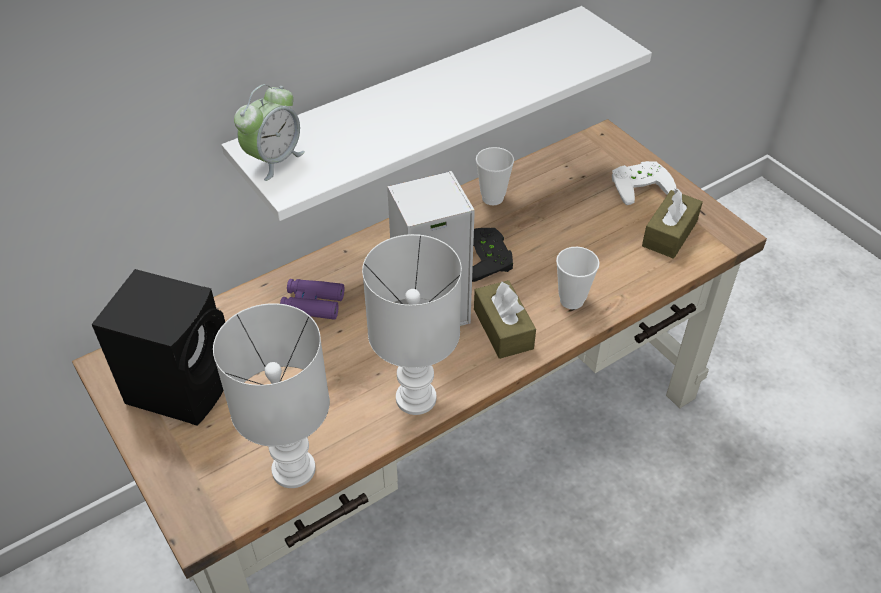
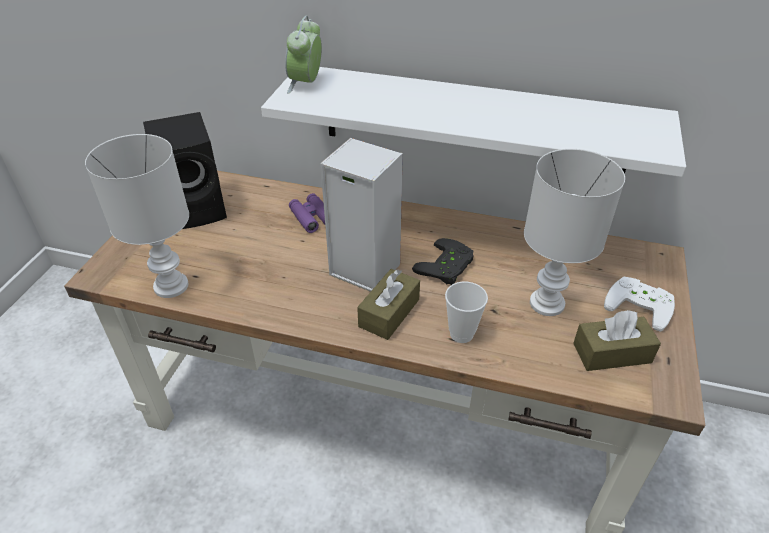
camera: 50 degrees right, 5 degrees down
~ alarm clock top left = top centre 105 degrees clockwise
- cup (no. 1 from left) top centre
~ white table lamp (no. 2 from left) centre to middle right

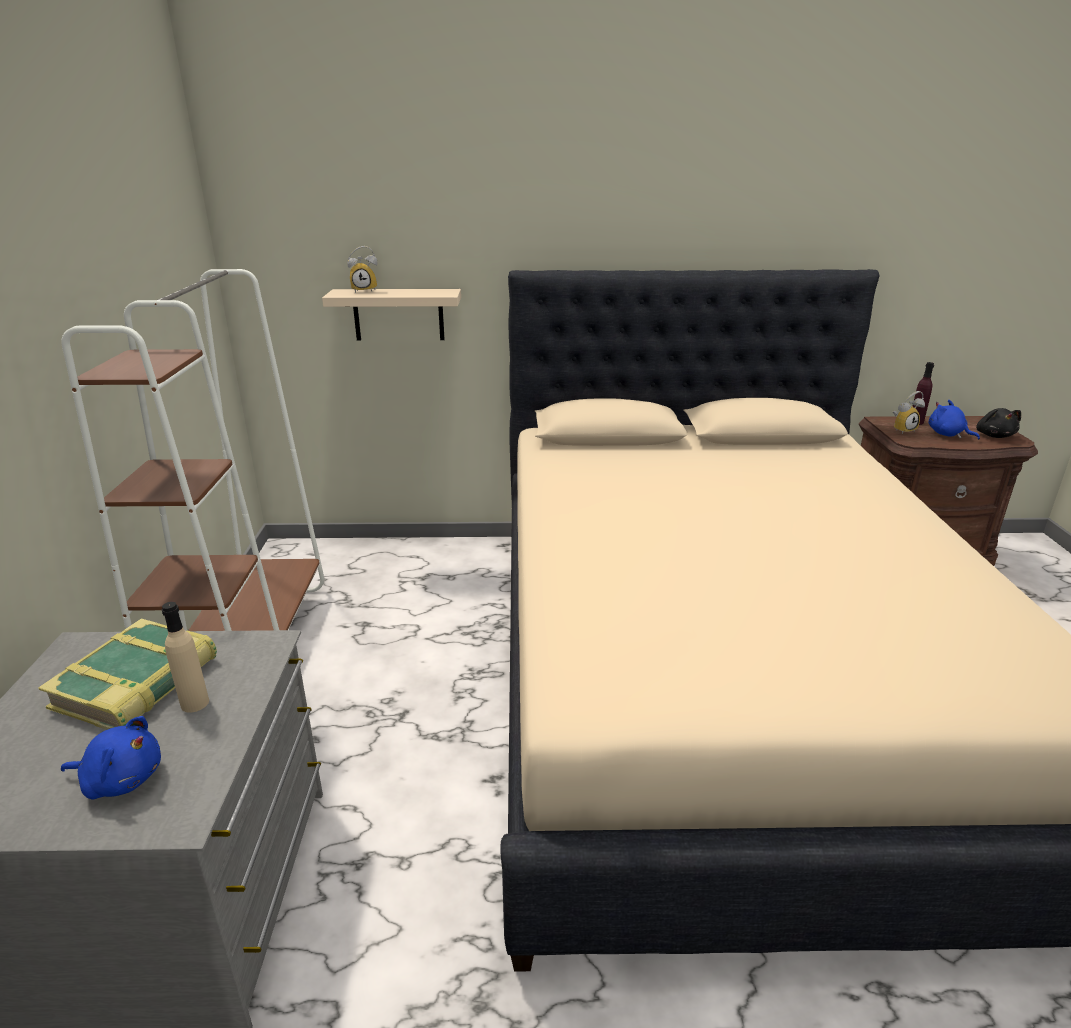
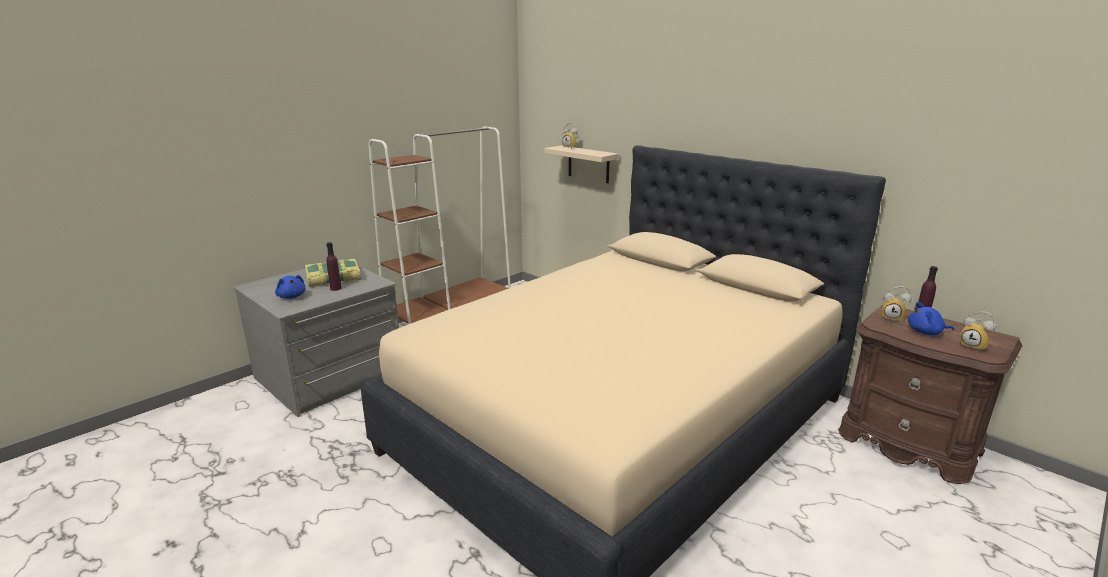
camera: 45 degrees right, 5 degrees down
~ blue plush toy (no. 2 from left) middle right = middle right 90 degrees counterclockwise
~ black plush toy middle right to alarm clock (no. 3 from left) middle right
~ beige bottle middle left to purple bottle (no. 1 from left) middle left

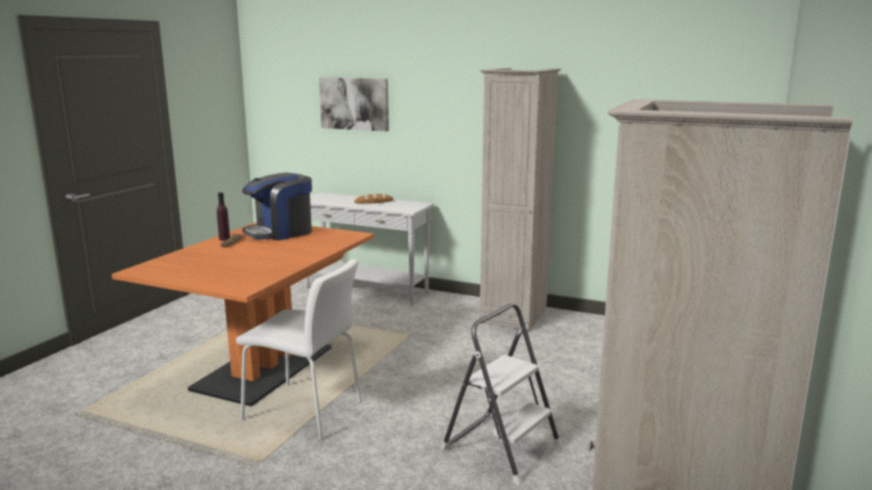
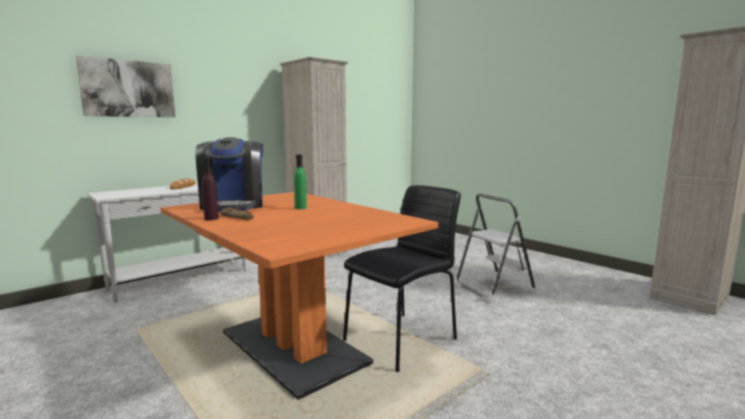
camera: 65 degrees left, 5 degrees down
~ white chair bottom centre to black chair centre
+ green bottle centre

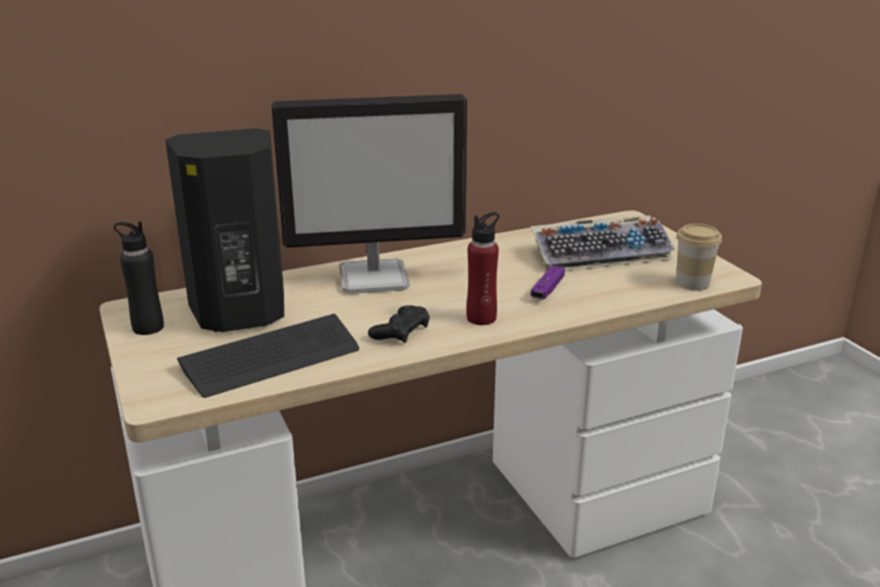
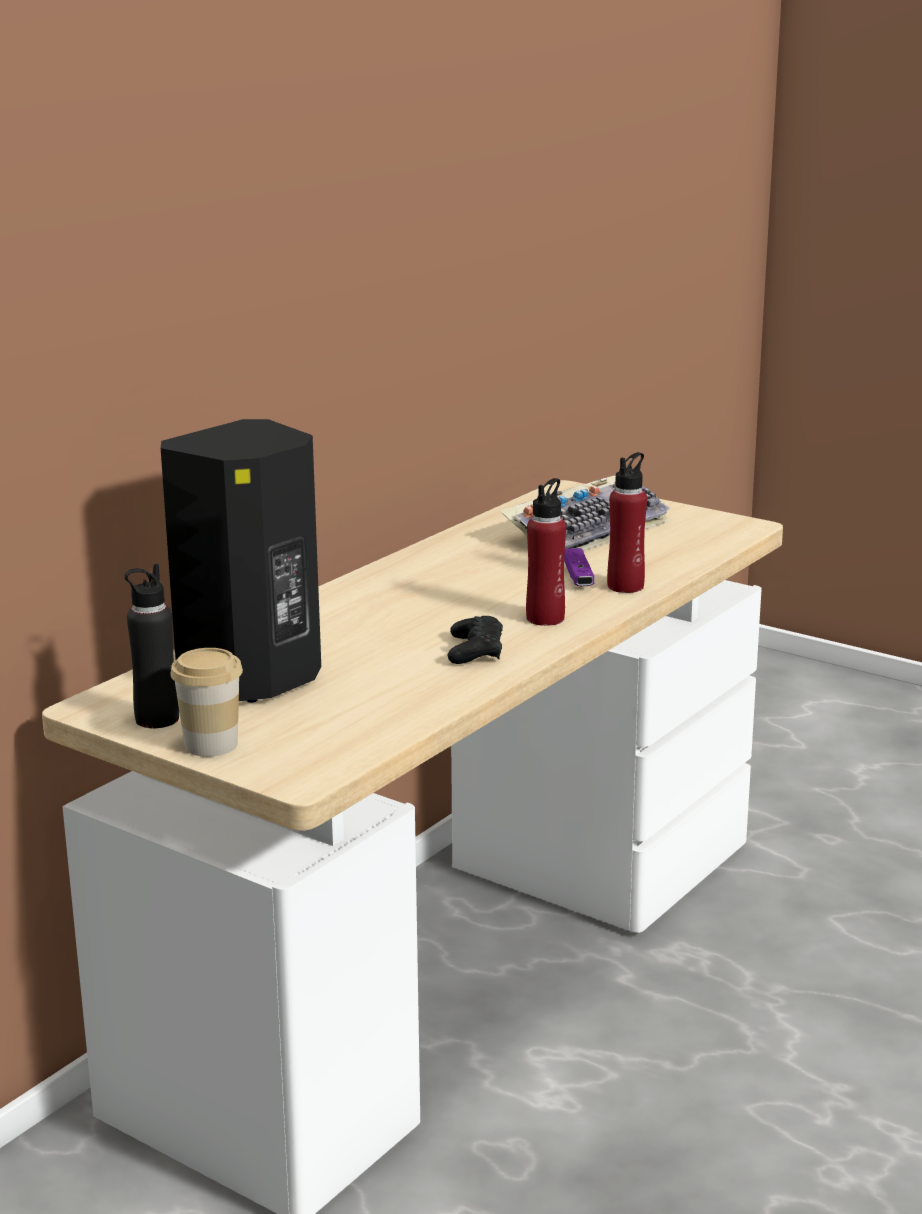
camera: 30 degrees left, 5 degrees down
- monitor top centre
~ cup middle right to middle left
- keyboard (no. 1 from left) middle left
+ red bottle (no. 2 from left) middle right

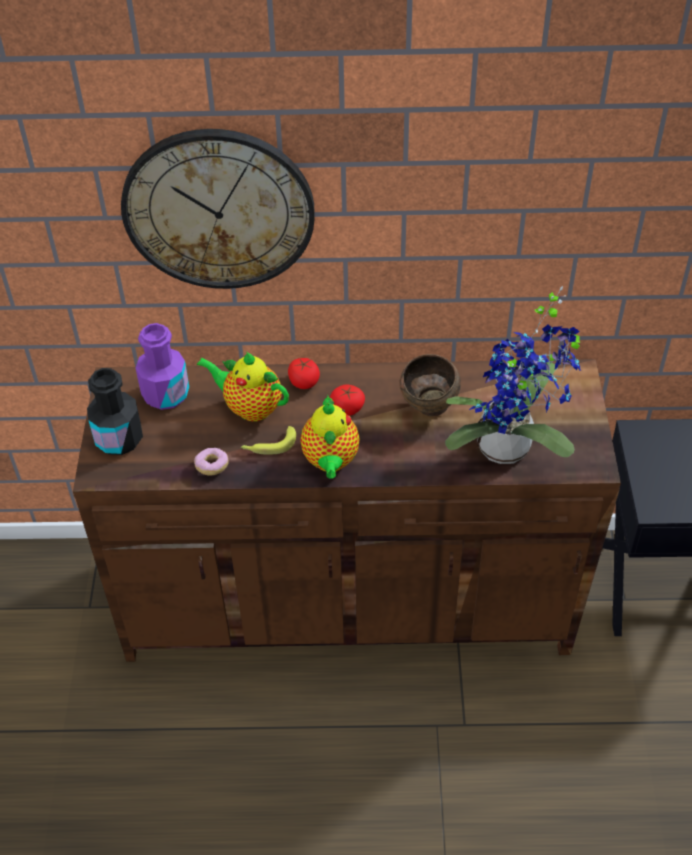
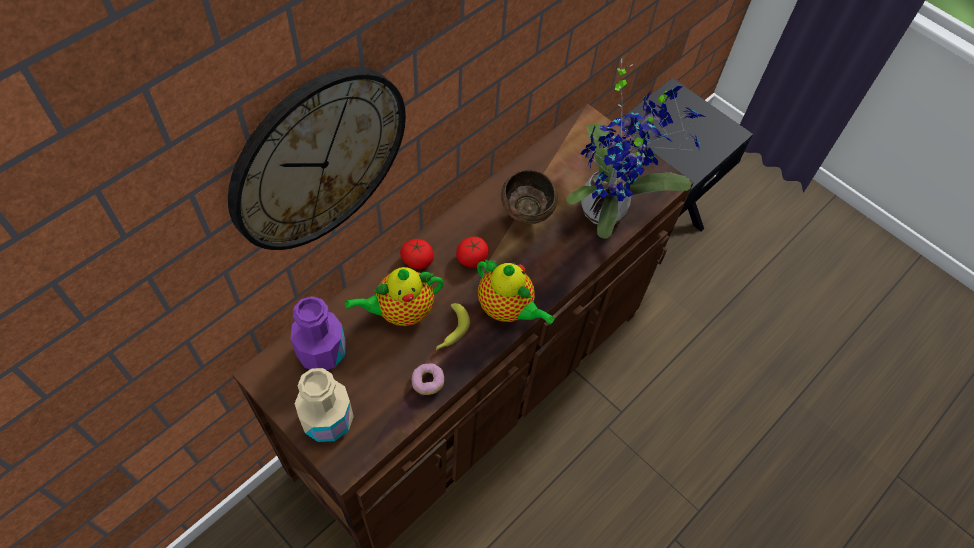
camera: 50 degrees left, 10 degrees up
~ black bottle middle left to beige bottle bottom left

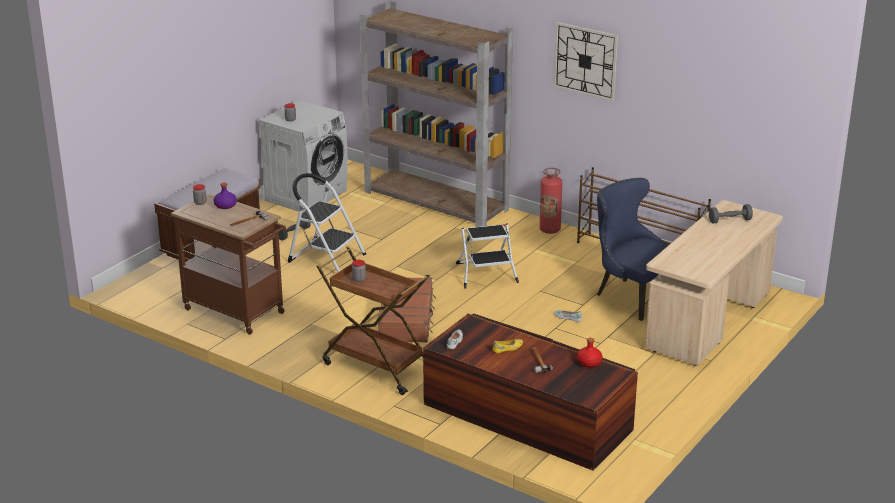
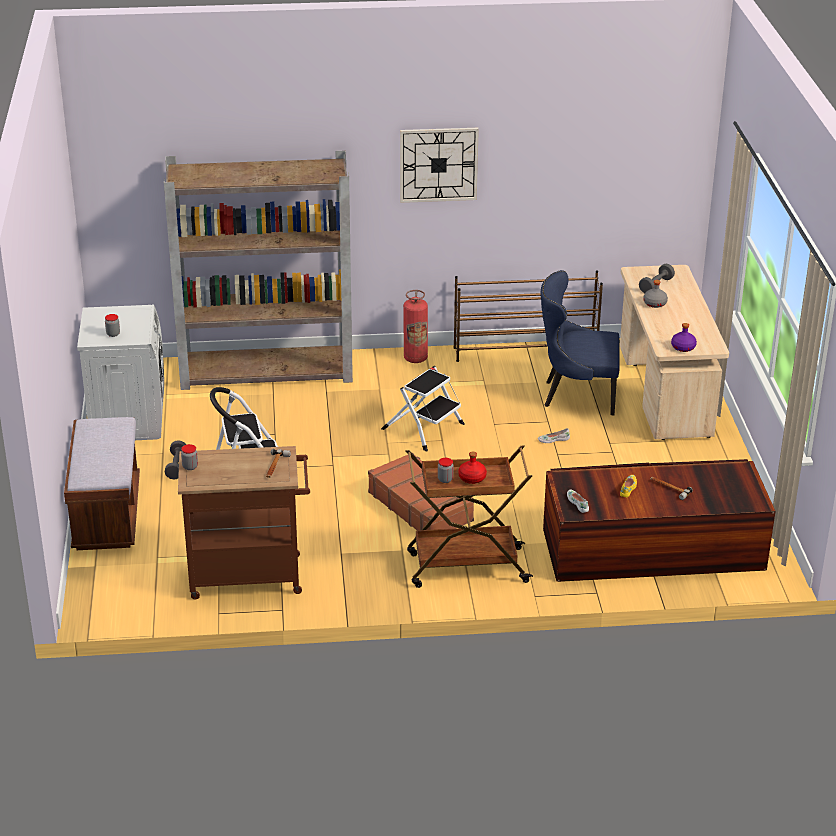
camera: 40 degrees left, 5 degrees up
~ purple bottle middle left to middle right
~ red bottle bottom centre to centre
+ grey bottle middle right

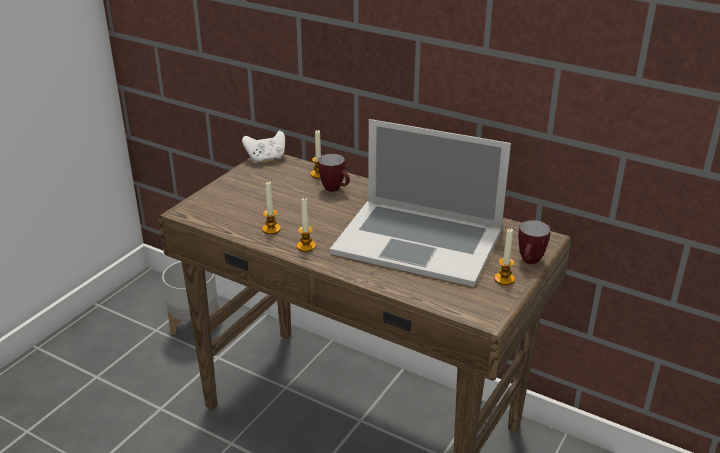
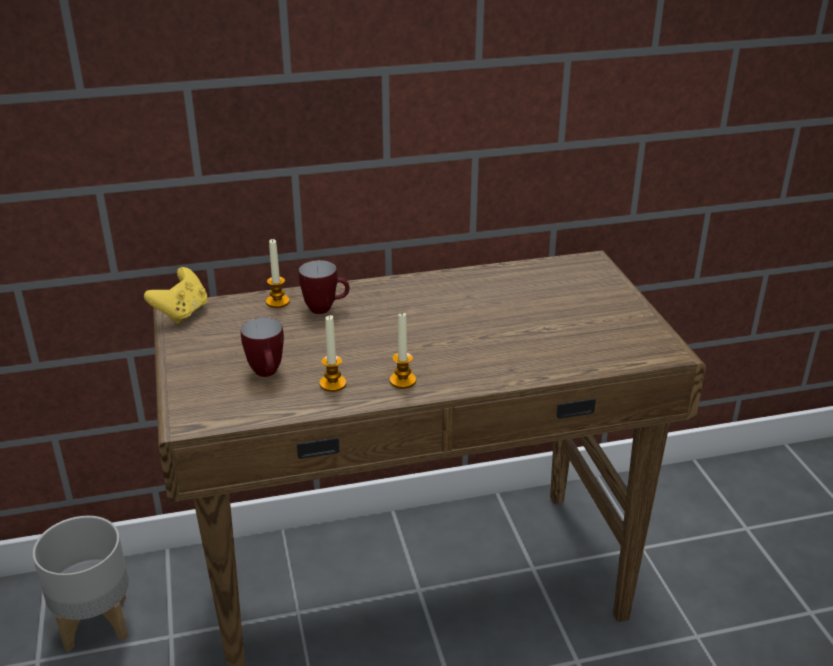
camera: 45 degrees left, 0 degrees up
- laptop centre
~ white game controller top centre to yellow game controller middle left
~ mug (no. 2 from left in the first image) middle right to mug (no. 1 from left) middle left
- candle (no. 4 from left) middle right

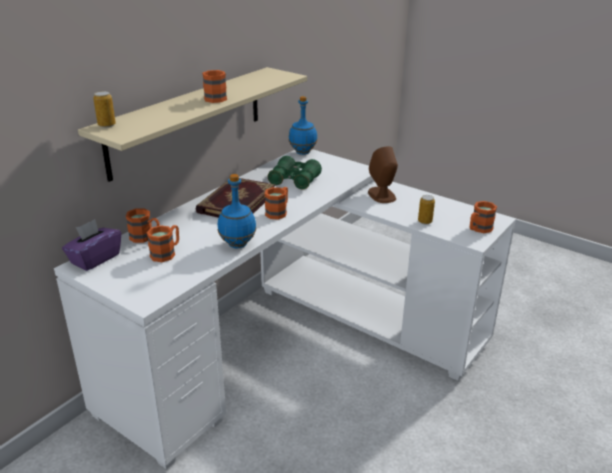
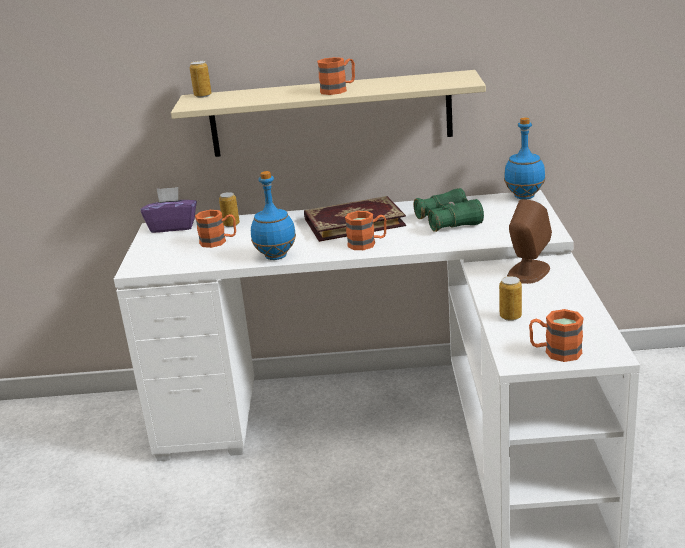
camera: 55 degrees right, 5 degrees down
~ orange mug (no. 1 from left) middle left to can (no. 2 from left) centre

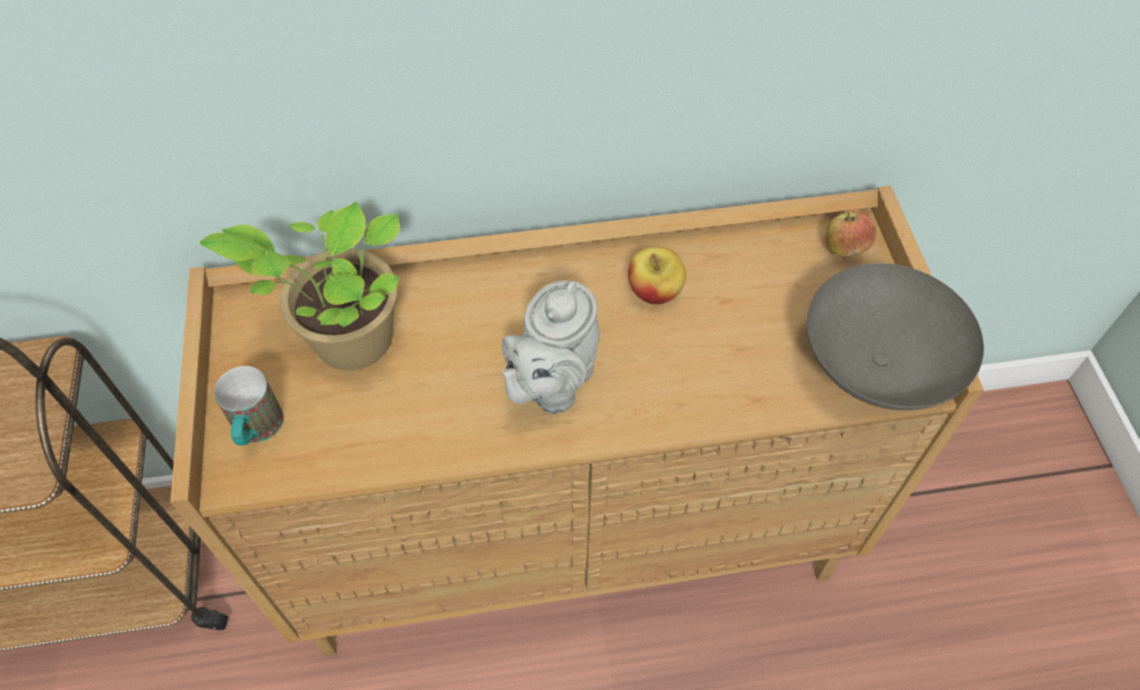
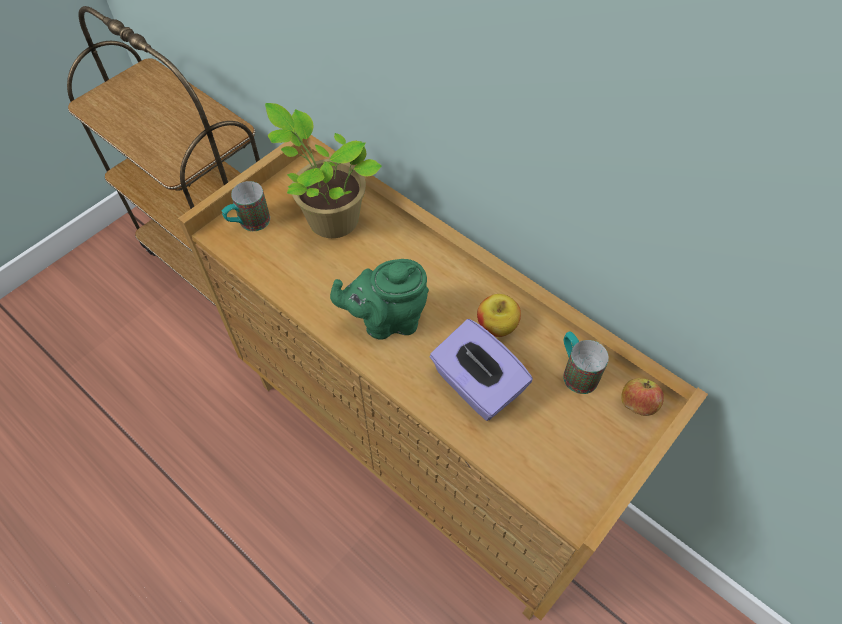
camera: 50 degrees right, 0 degrees up
- grey bowl middle right
~ grey teapot centre to green teapot centre
+ purple tissue box centre
+ mug (no. 2 from left) middle right

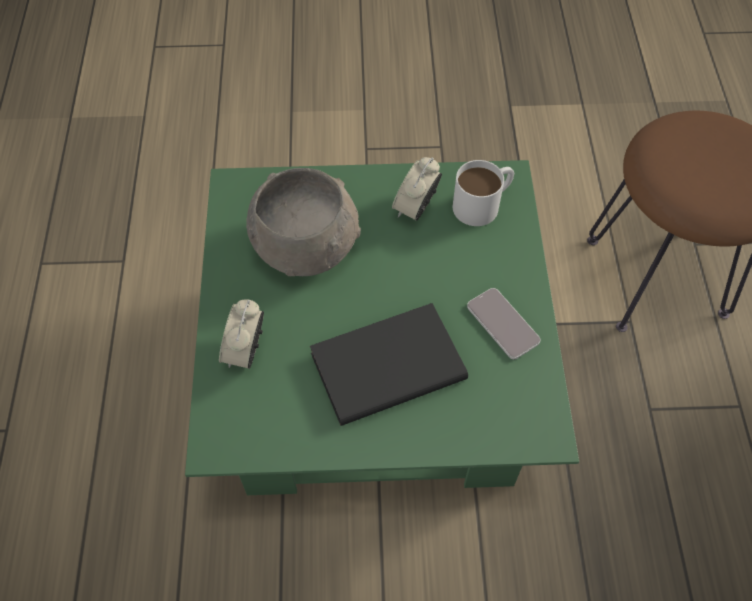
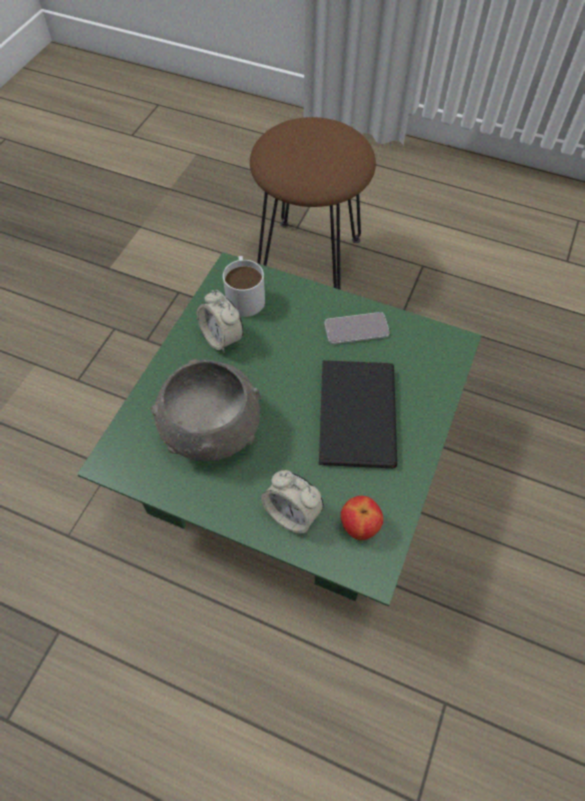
camera: 65 degrees left, 0 degrees up
+ apple centre

